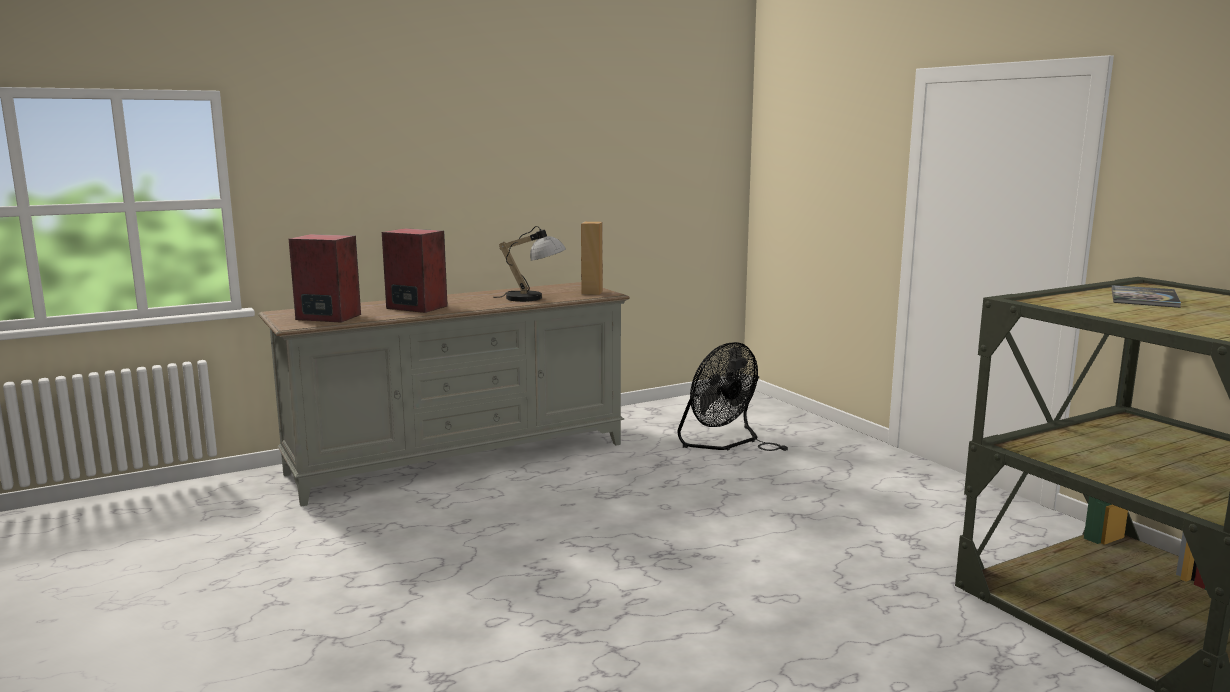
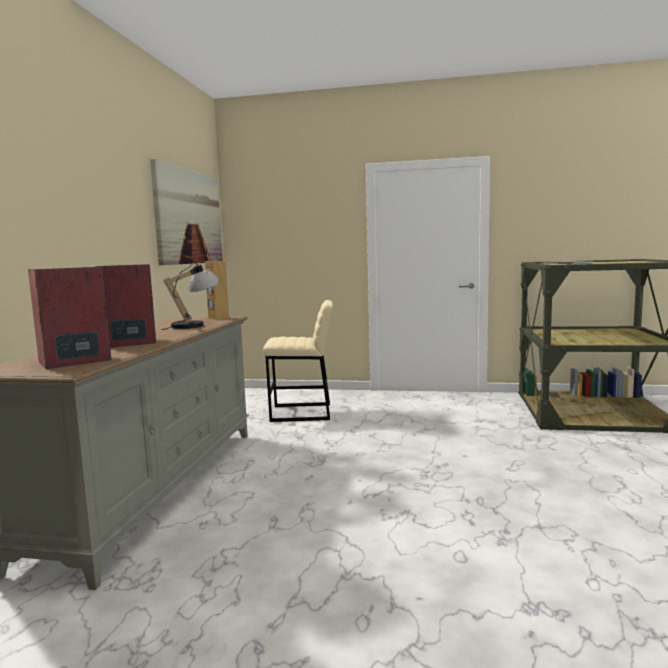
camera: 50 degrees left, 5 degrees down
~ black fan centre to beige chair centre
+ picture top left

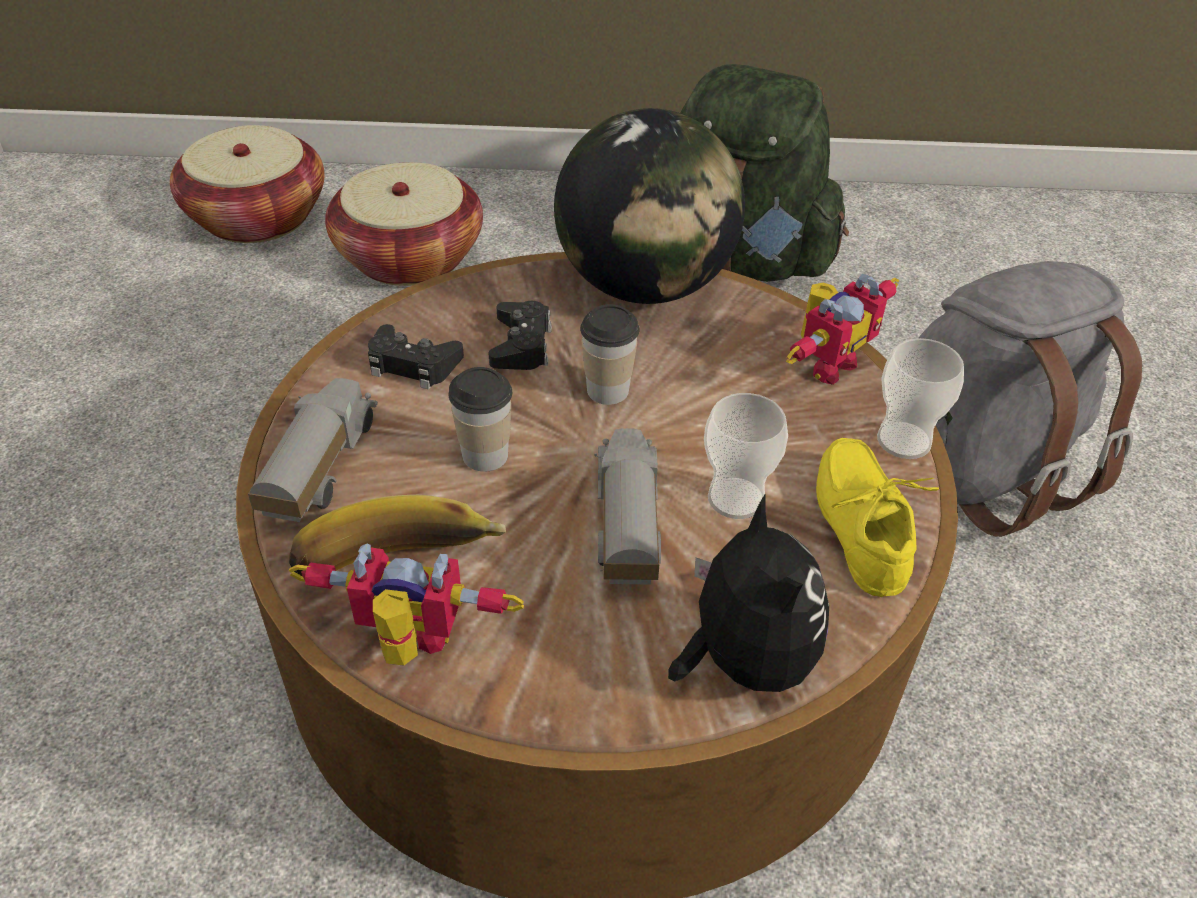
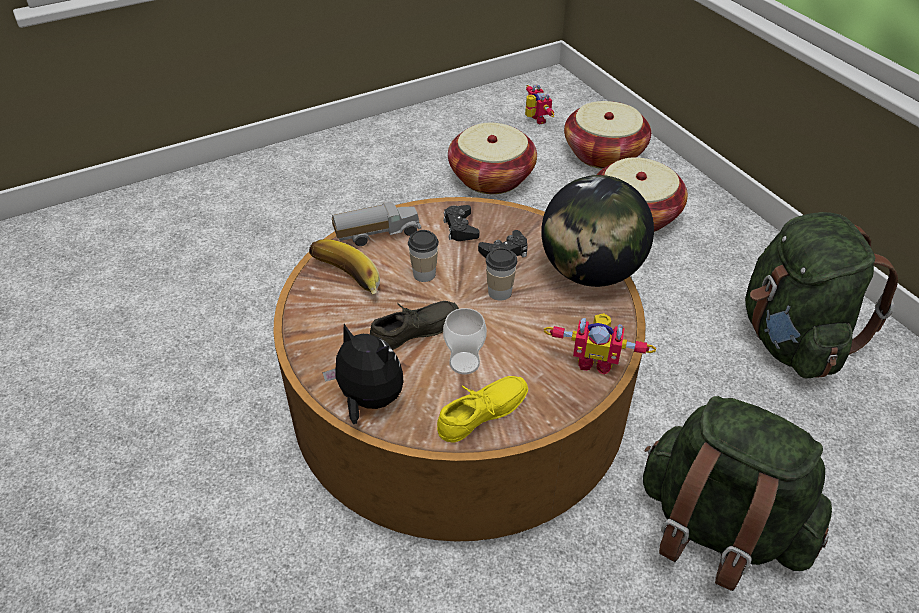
camera: 60 degrees right, 0 degrees up
~ grey backpack middle right to green backpack (no. 1 from left) bottom right
- cup (no. 4 from left) middle right
~ toy truck (no. 2 from left) centre to grey shoe centre
~ plush toy centre = centre 105 degrees counterclockwise
~ toy robot (no. 1 from left) bottom centre to top centre
+ basket (no. 1 from left) top centre

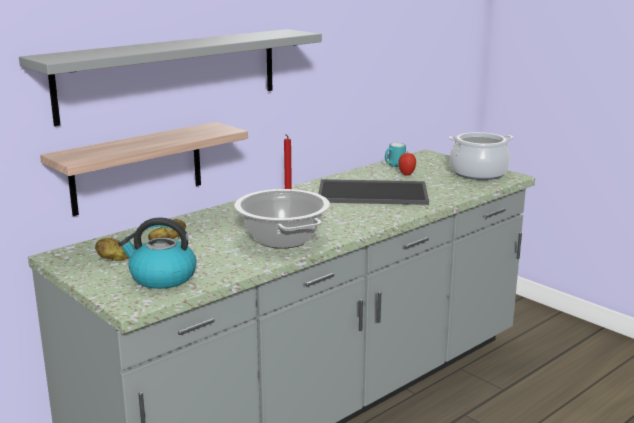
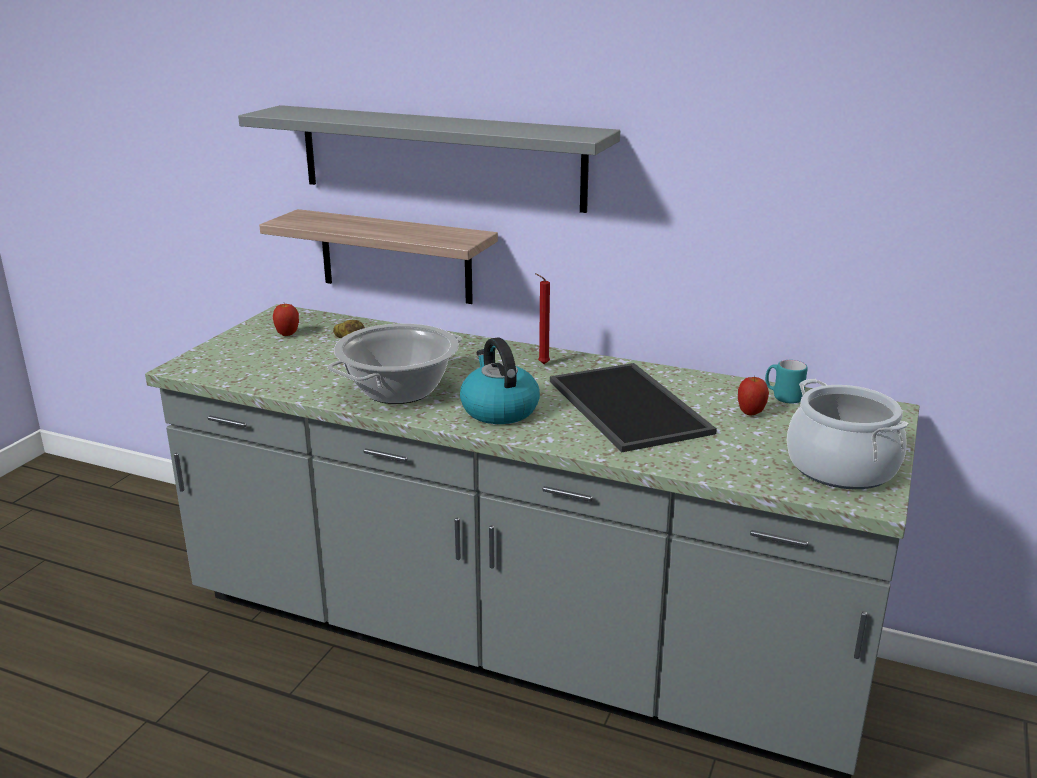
camera: 65 degrees right, 5 degrees up
~ kettle middle left to centre
~ potato (no. 1 from left) middle left to apple (no. 1 from left) middle left

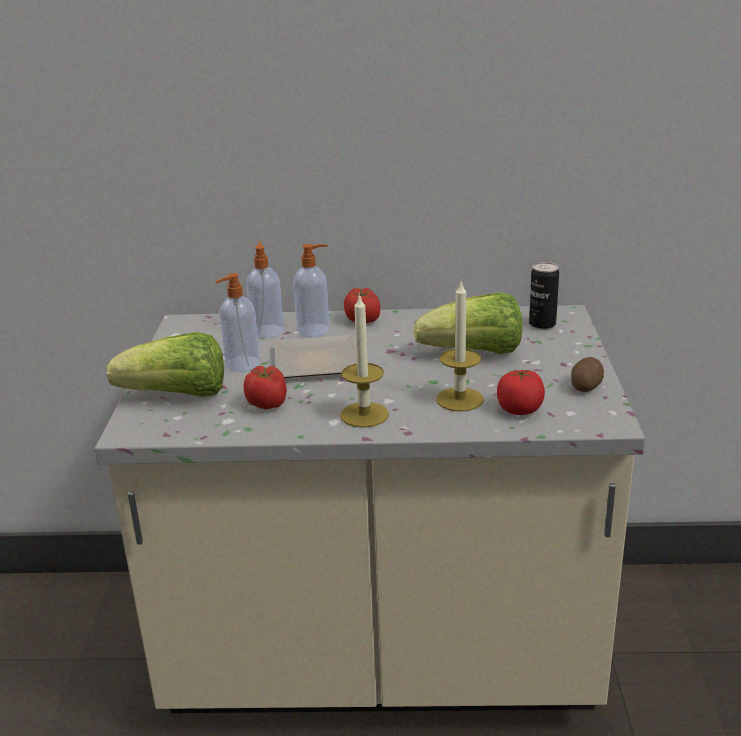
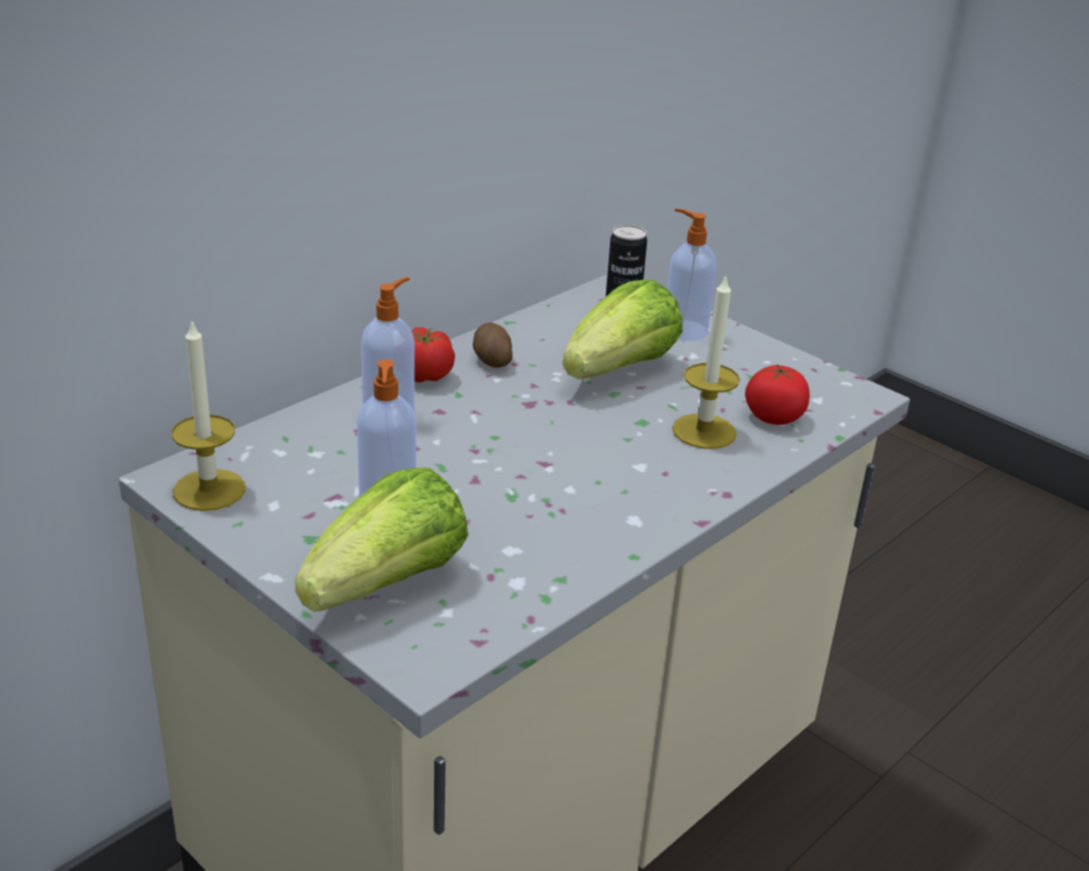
camera: 50 degrees left, 5 degrees up
~ soap dispenser (no. 2 from left in the first image) centre to soap dispenser (no. 3 from left) top centre
~ candle (no. 1 from left) centre to middle left
- plate centre
~ potato middle right to centre
- tomato (no. 1 from left) centre

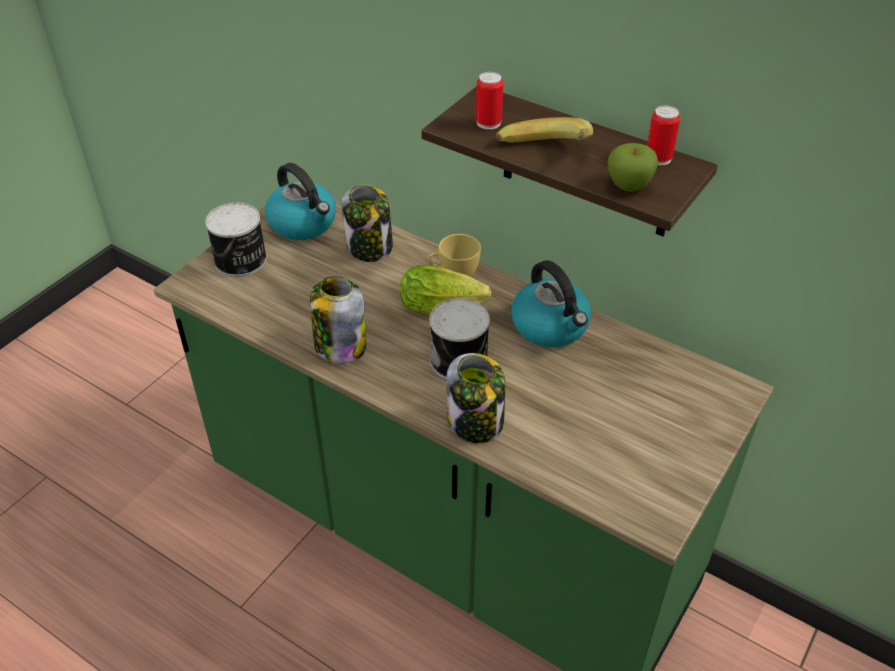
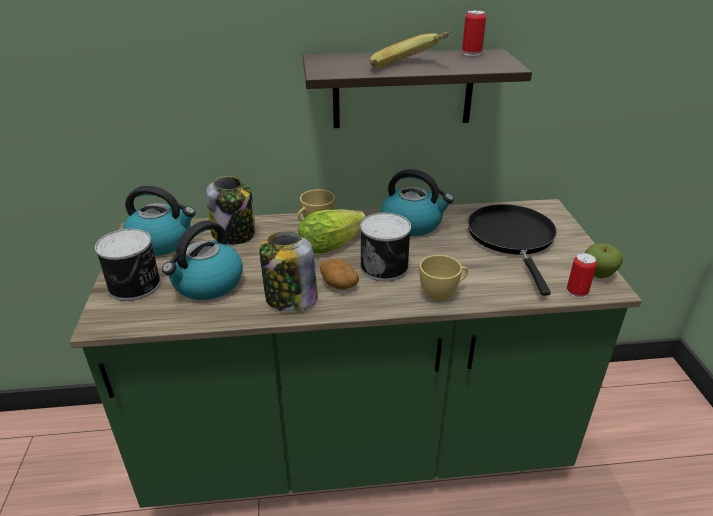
camera: 40 degrees left, 10 degrees down
~ can (no. 3 from left in the first image) top centre to can (no. 4 from left) middle right
~ apple top right to middle right
~ jar (no. 3 from left) centre to yellow cup (no. 2 from left) centre
+ black frying pan middle right
+ kettle (no. 2 from left) middle left
+ potato centre

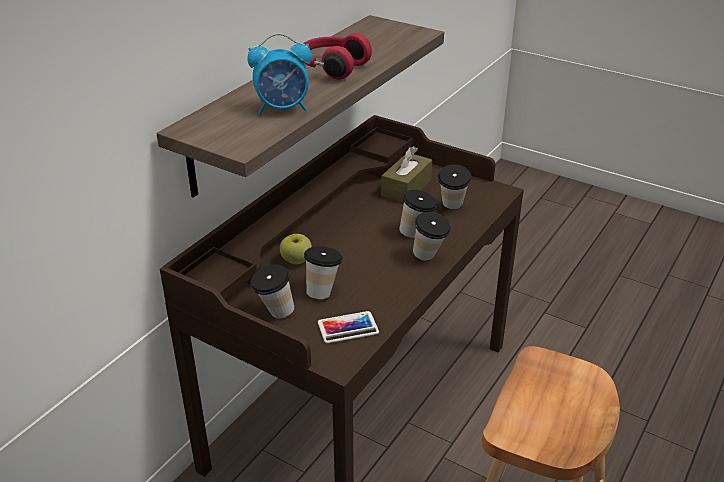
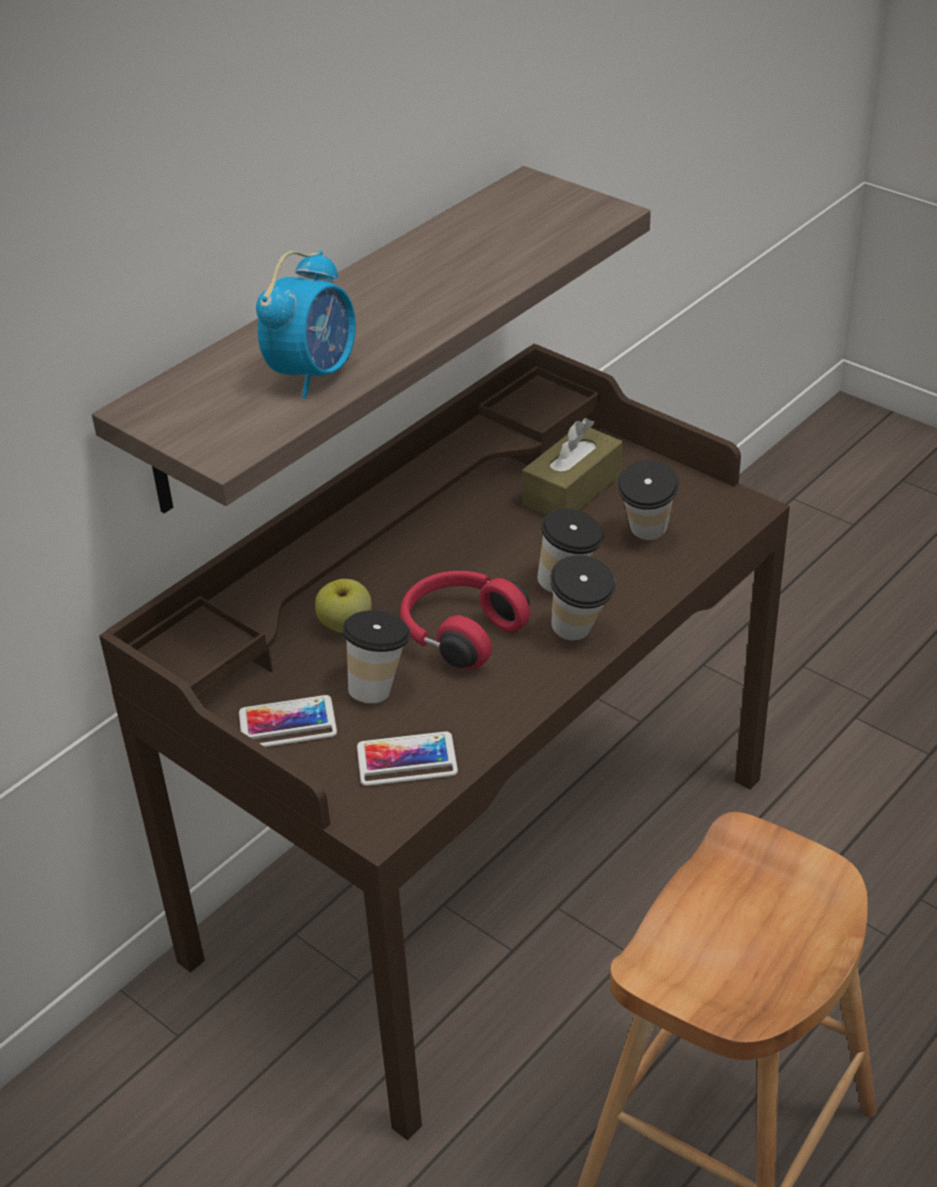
camera: 10 degrees right, 5 degrees up
~ alarm clock top centre = top left 60 degrees counterclockwise
~ red headphones top centre to centre
~ cup (no. 1 from left) centre to phone (no. 1 from left) middle left

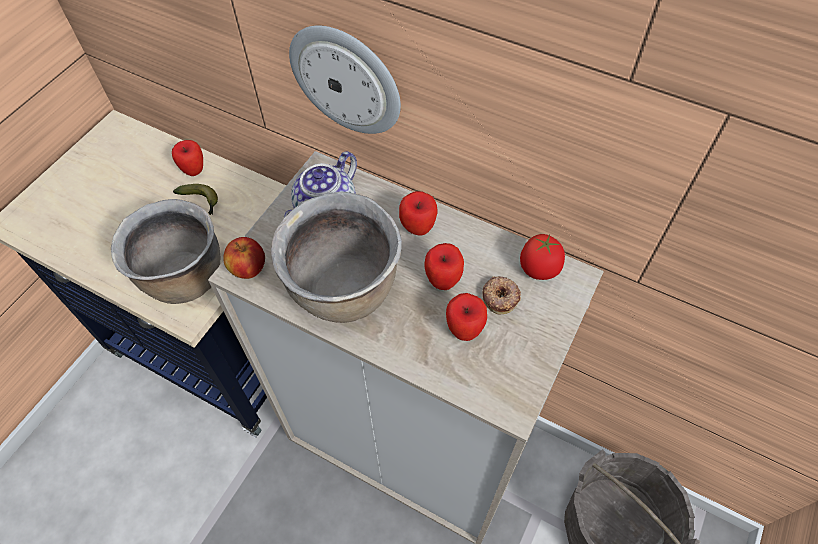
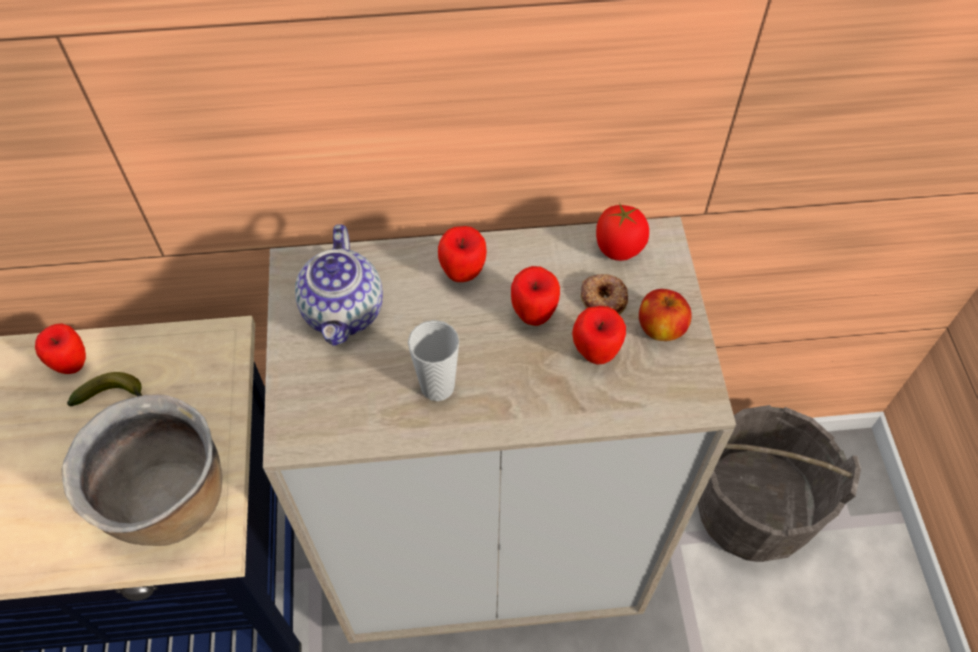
camera: 35 degrees left, 0 degrees up
- wall clock top centre
~ brown cooking pot (no. 2 from left) centre to cup centre
~ apple (no. 2 from left in the first image) middle left to apple (no. 5 from left) middle right

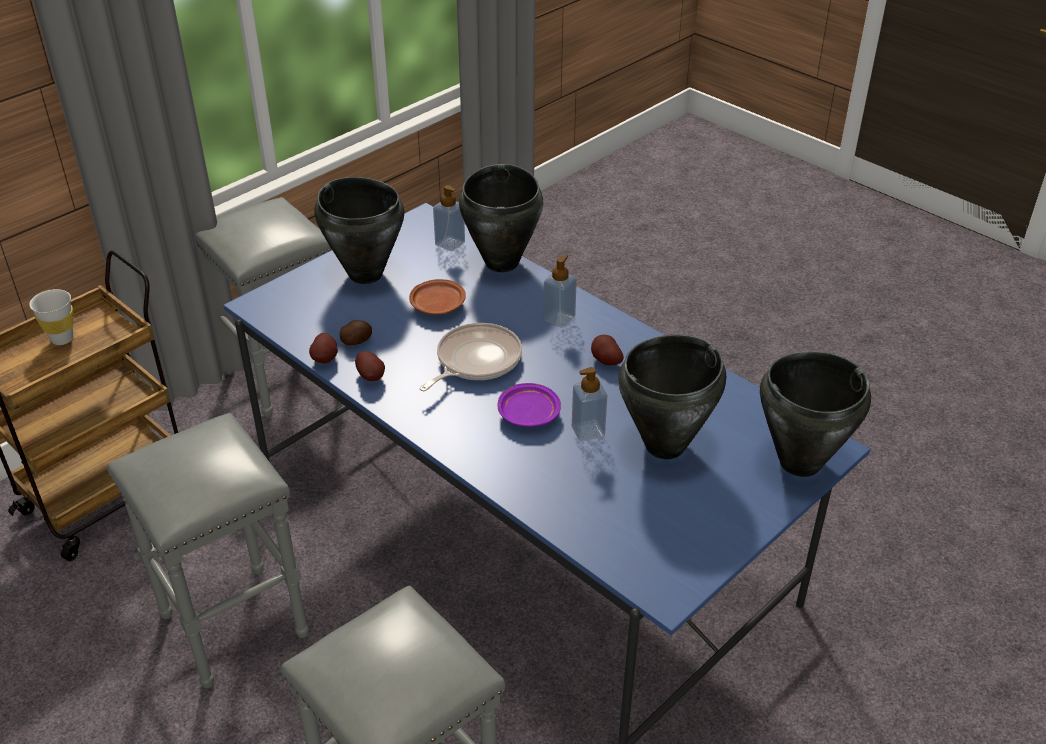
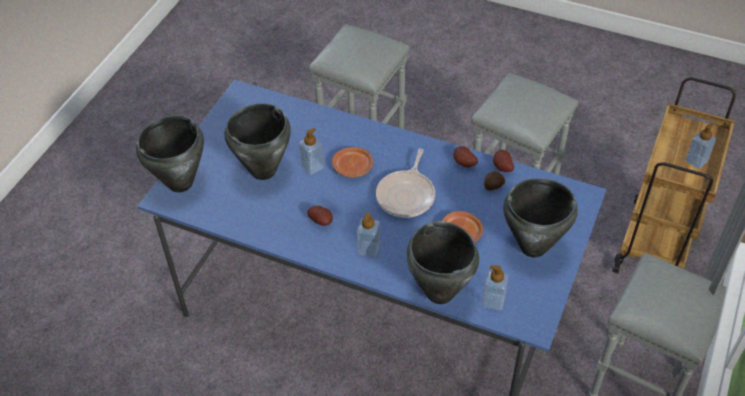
camera: 160 degrees right, 10 degrees up
~ white cup middle left to soap dispenser (no. 4 from left) middle right
~ purple plate centre to brown plate (no. 1 from left) centre

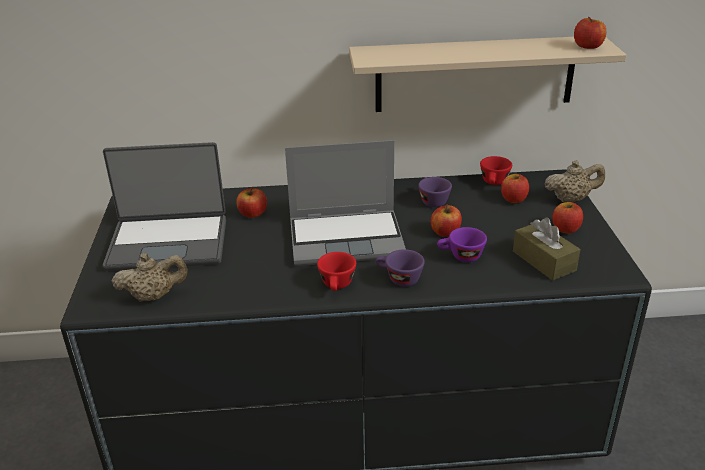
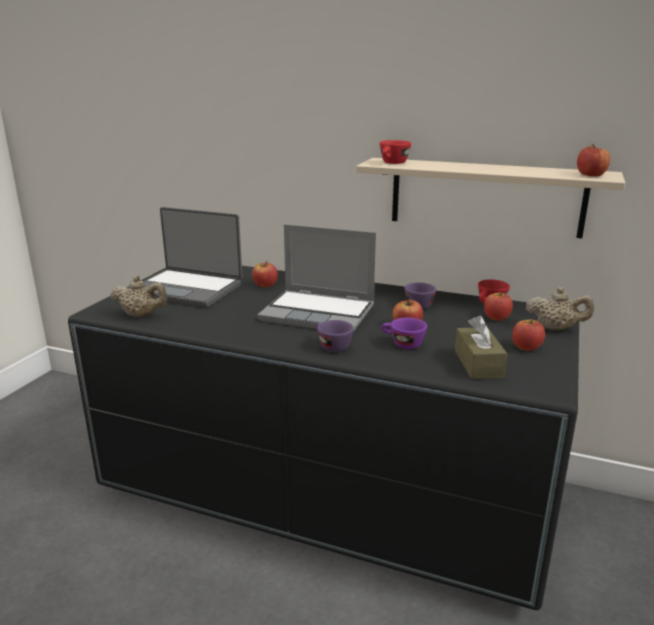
camera: 25 degrees right, 10 degrees down
~ red cup (no. 1 from left) centre to top centre

